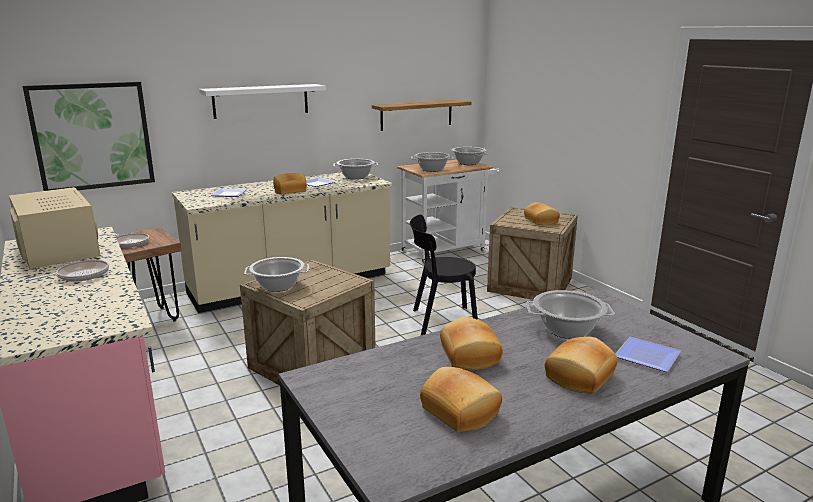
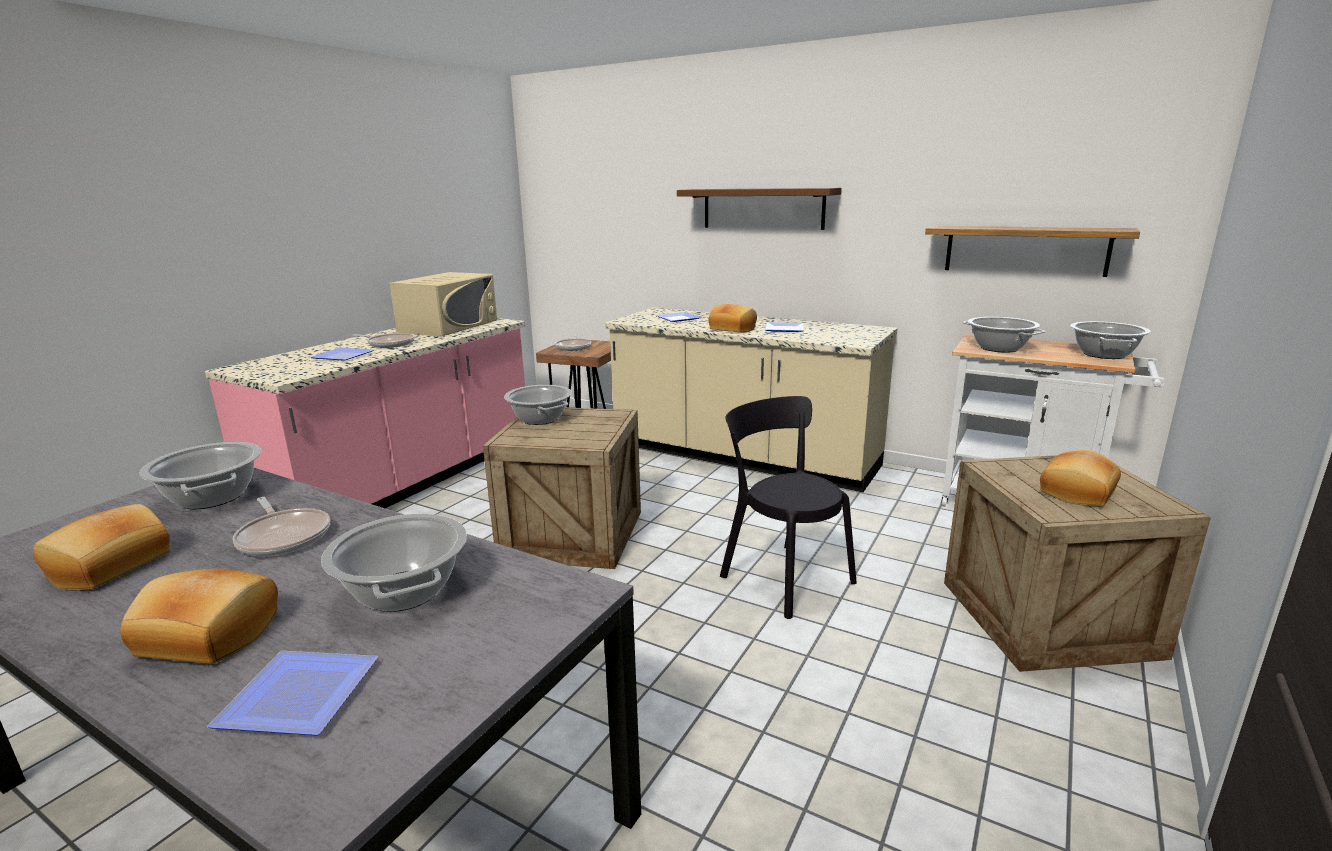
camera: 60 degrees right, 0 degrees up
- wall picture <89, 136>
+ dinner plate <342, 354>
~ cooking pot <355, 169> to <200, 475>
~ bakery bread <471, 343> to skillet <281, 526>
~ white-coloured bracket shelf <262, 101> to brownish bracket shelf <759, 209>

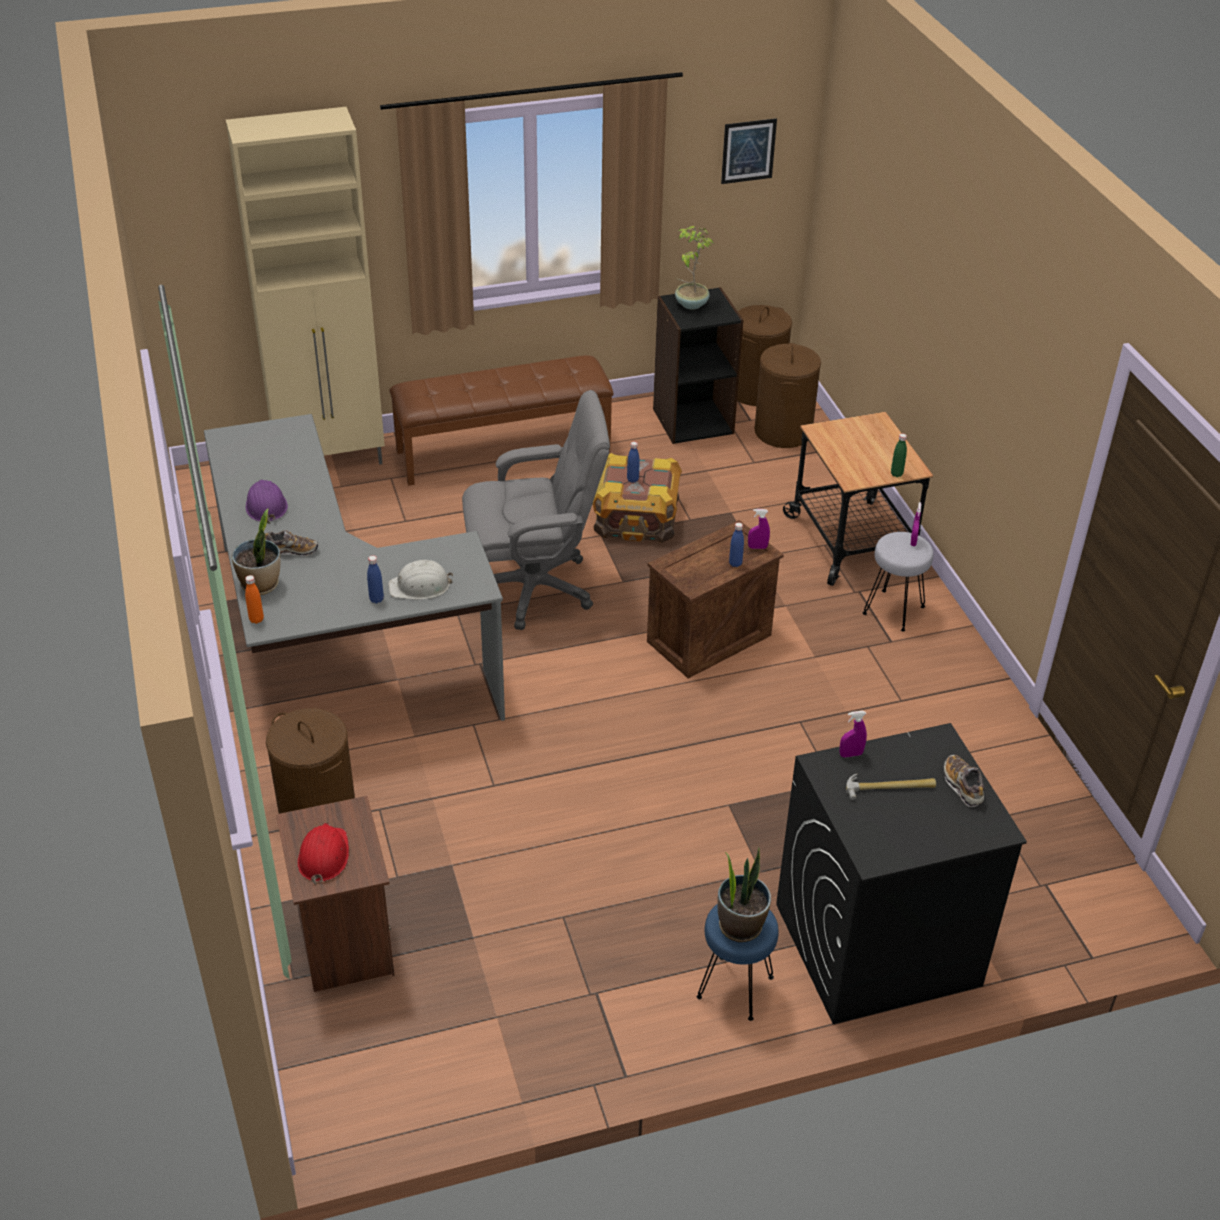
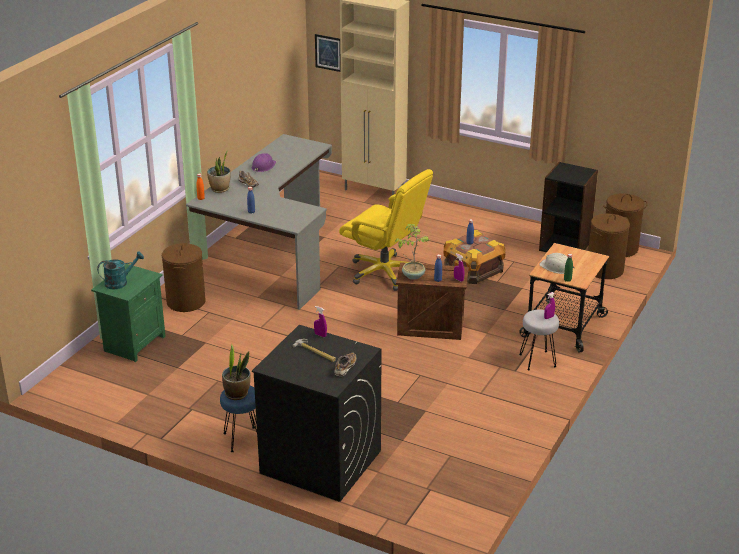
camera: 45 degrees right, 10 degrees down
- brownish long seat <501, 420>
~ white-coloured hard hat <420, 580> to <557, 263>
~ houseplant <694, 267> to <412, 252>
~ wall picture <749, 151> to <328, 53>
~ reddish hard hat <323, 854> to turquoise-coloured sprinkling can <120, 270>
~ brownish bedside table <335, 894> to greenish bedside table <128, 313>
~ greyish computer chair <536, 510> to yellowish computer chair <386, 230>

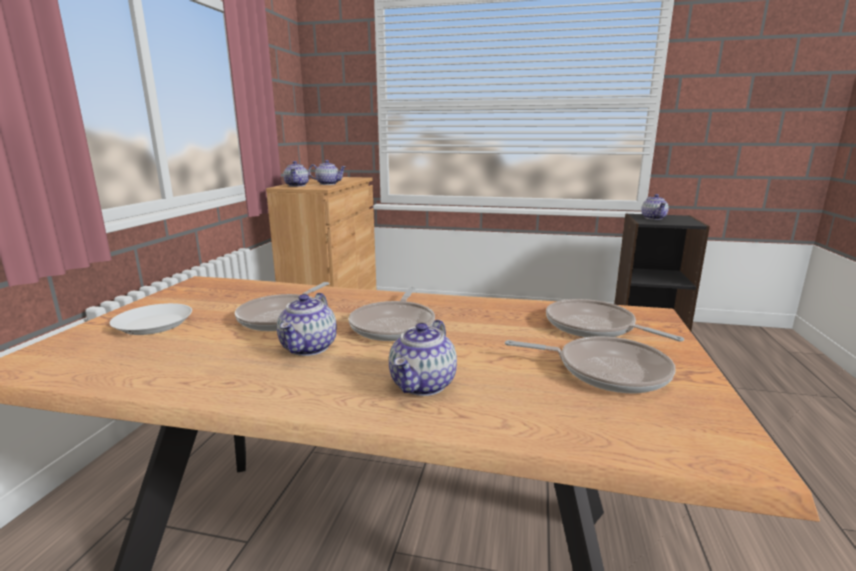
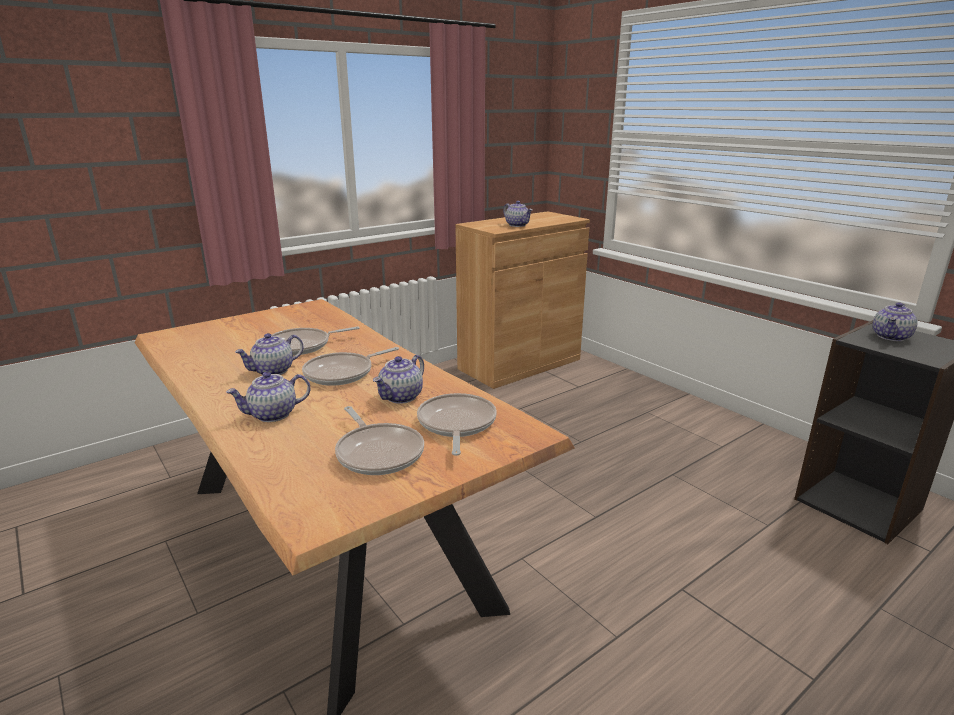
camera: 40 degrees right, 5 degrees up
- white-coloured dinner plate <151, 319>
~ teapot <296, 174> to <398, 379>

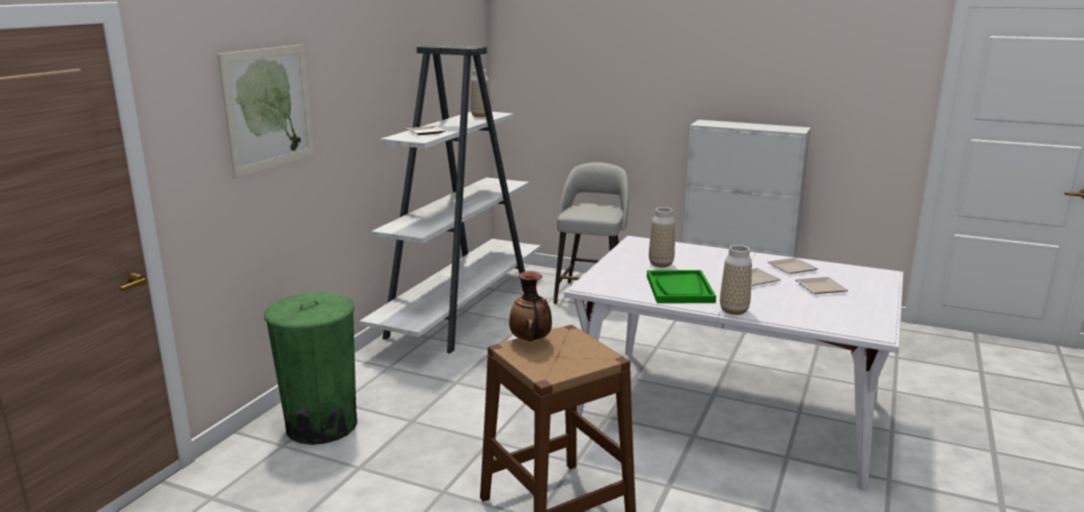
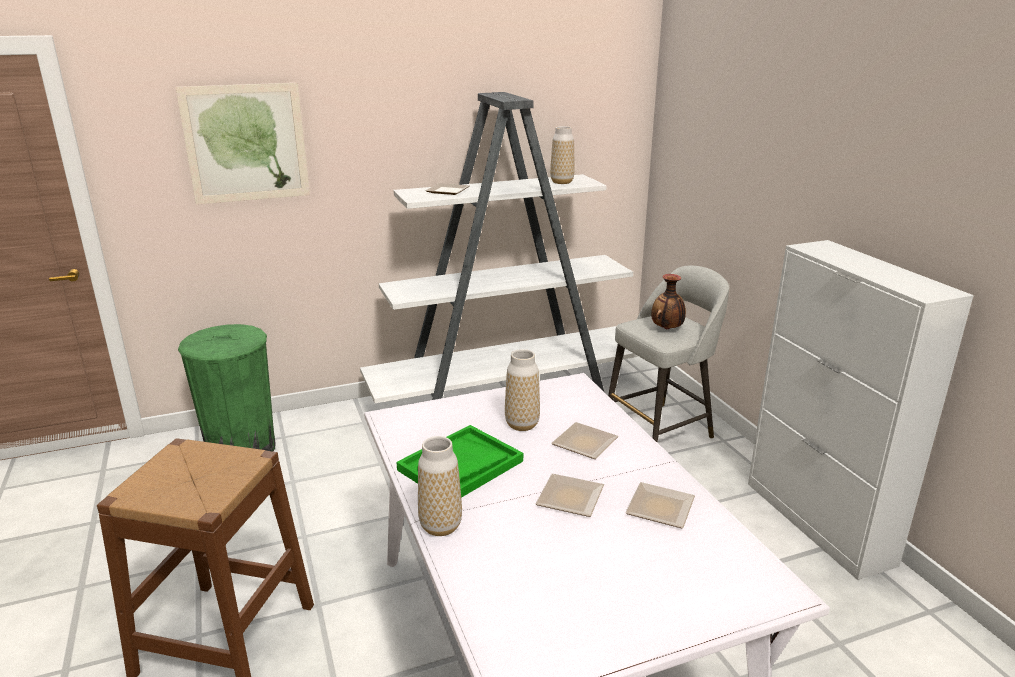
camera: 45 degrees right, 5 degrees up
~ flower vase <530, 306> to <668, 301>
~ dinner plate <821, 285> to <585, 440>

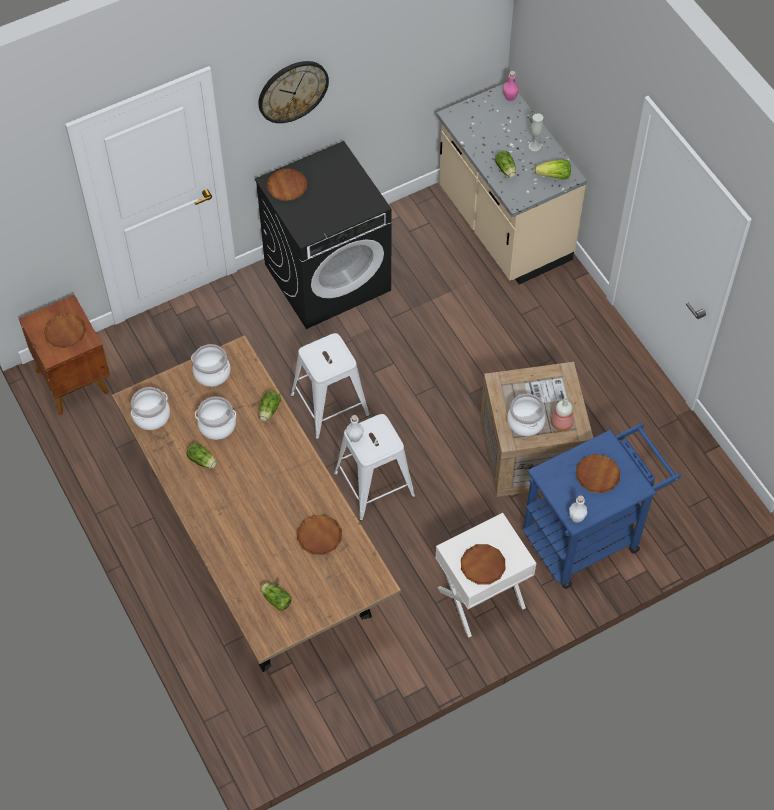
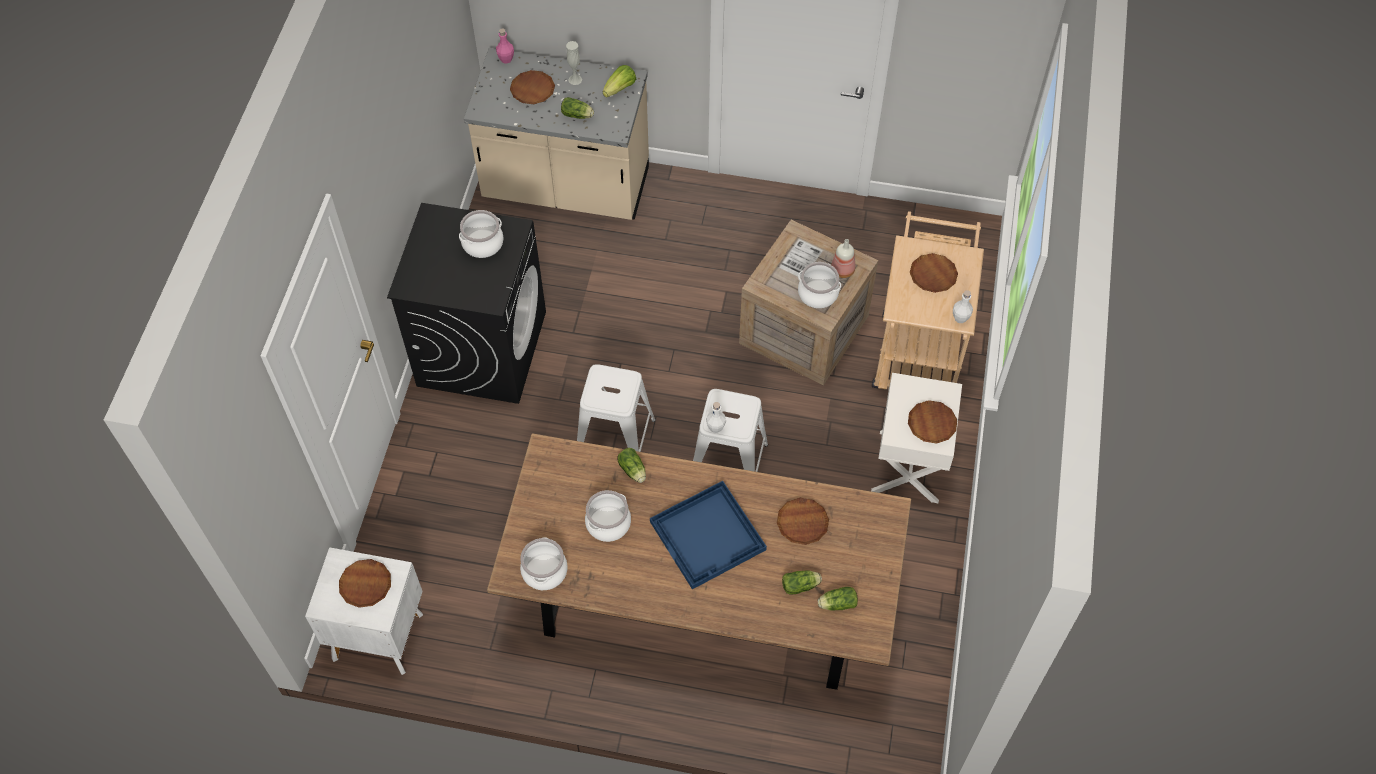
camera: 50 degrees left, 0 degrees up
- hanging clock <293, 92>
+ blue tray <708, 535>
~ lettuce head <202, 456> to <802, 582>
~ cooking pot <211, 365> to <481, 234>
~ brownish dinner plate <287, 185> to <532, 87>
~ brownish bedside table <64, 355> to white-coloured bedside table <364, 611>
~ blue trolley <601, 506> to sand-coloured trolley <928, 300>

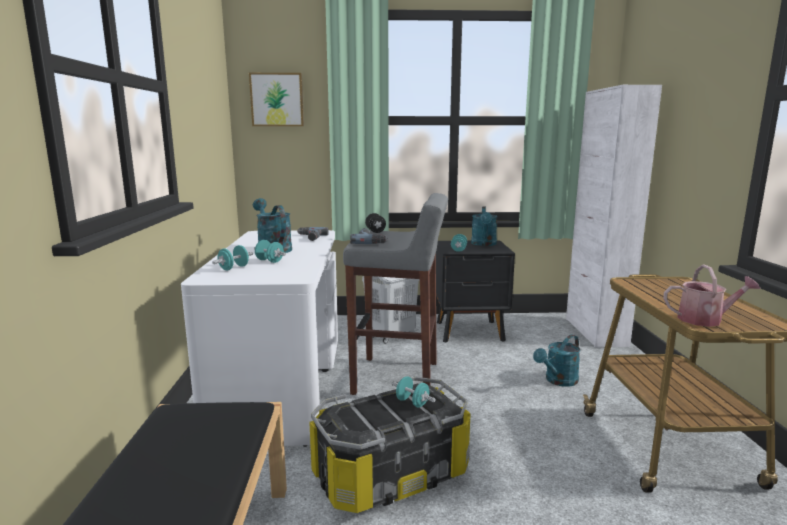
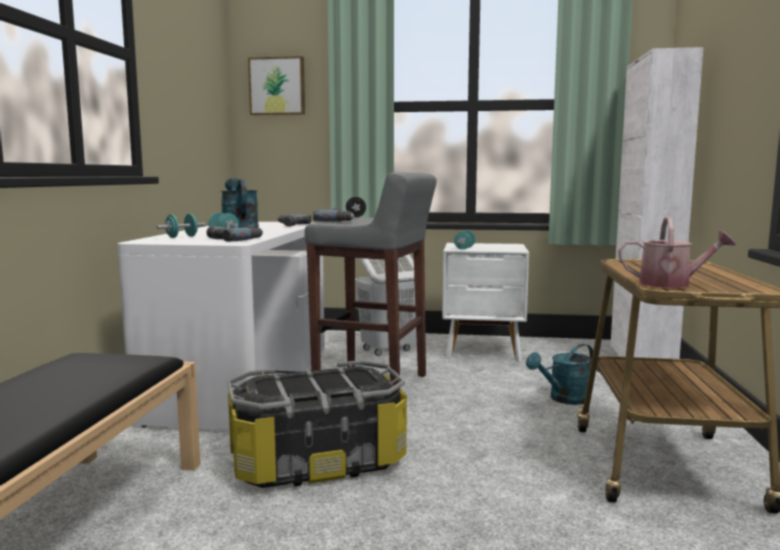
camera: 10 degrees right, 5 degrees down
- turquoise-coloured free weight <414, 392>
- turquoise-coloured sprinkling can <484, 226>
+ power drill <235, 234>
~ black-coloured bedside table <475, 291> to white-coloured bedside table <485, 302>

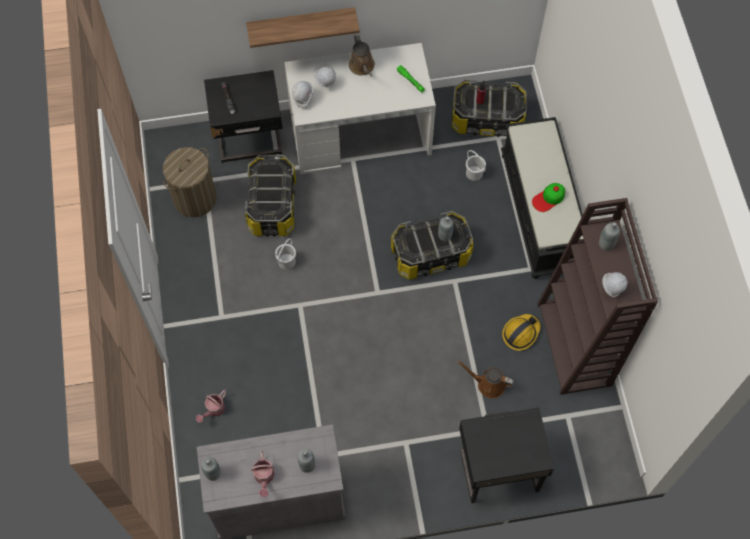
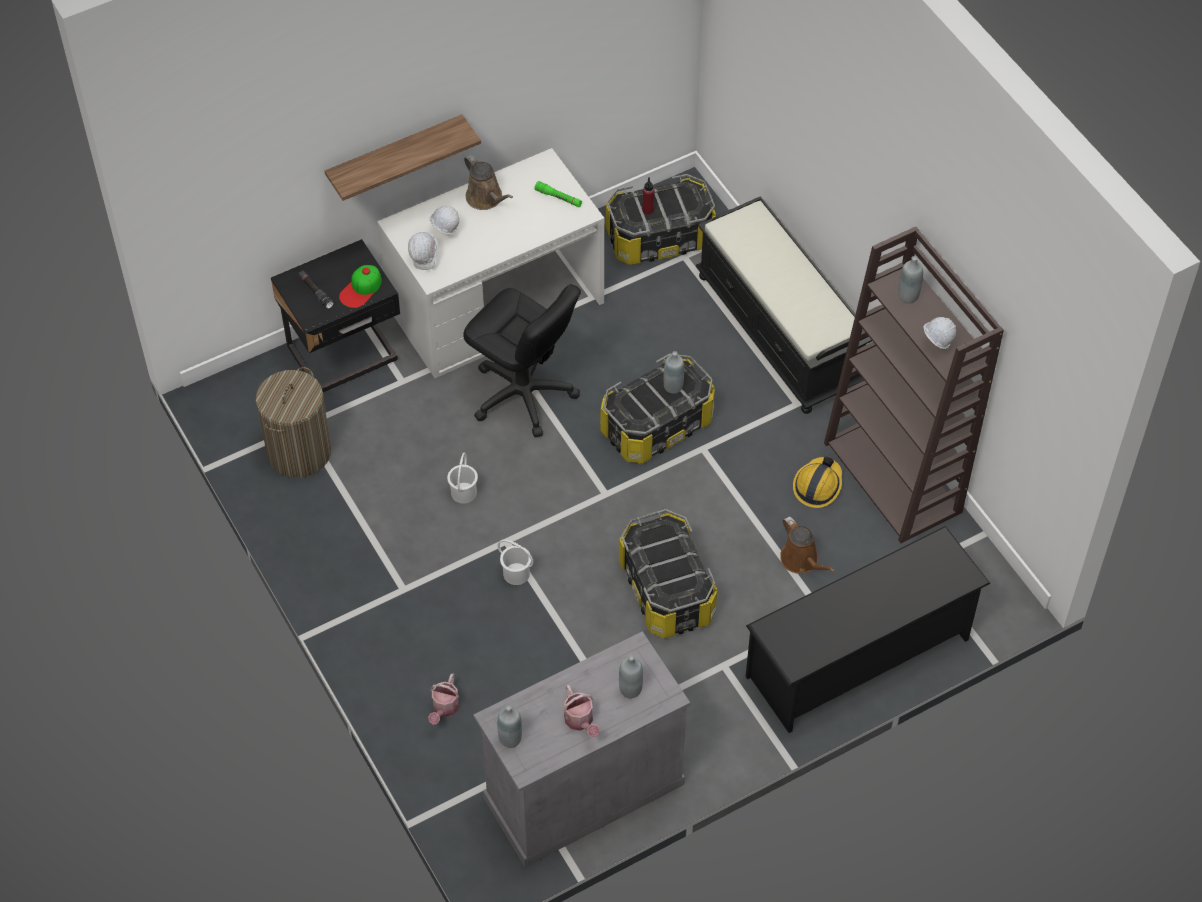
camera: 20 degrees left, 10 degrees down
+ black-coloured computer chair <522, 360>
~ storage container <270, 195> to <668, 573>
~ white-coloured bucket <476, 165> to <515, 562>
~ peaked cap <548, 197> to <360, 286>
~ black-coloured bedside table <506, 455> to black-coloured shoe stand <868, 629>
~ brownish sprinkling can <485, 379> = <807, 545> 120 degrees counterclockwise

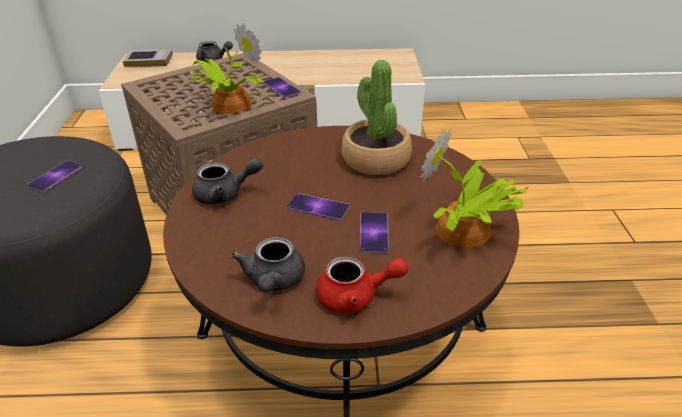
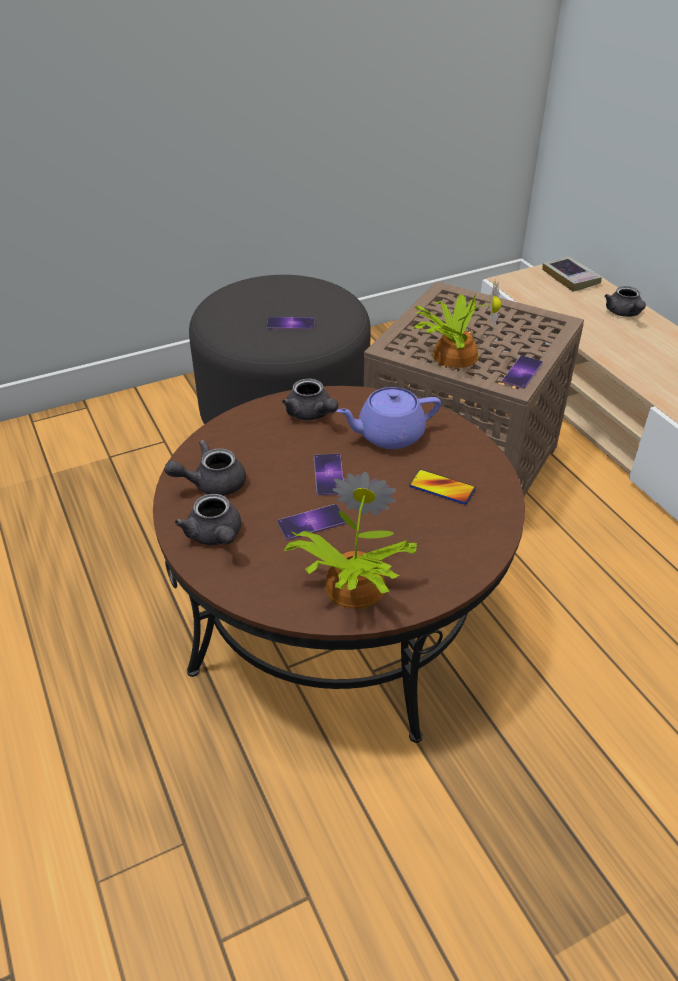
camera: 65 degrees right, 5 degrees up
+ purple-coloured teapot <388, 418>
~ houseplant <377, 117> to phone <442, 487>
~ reddish teapot <362, 285> to greyish teapot <208, 519>

